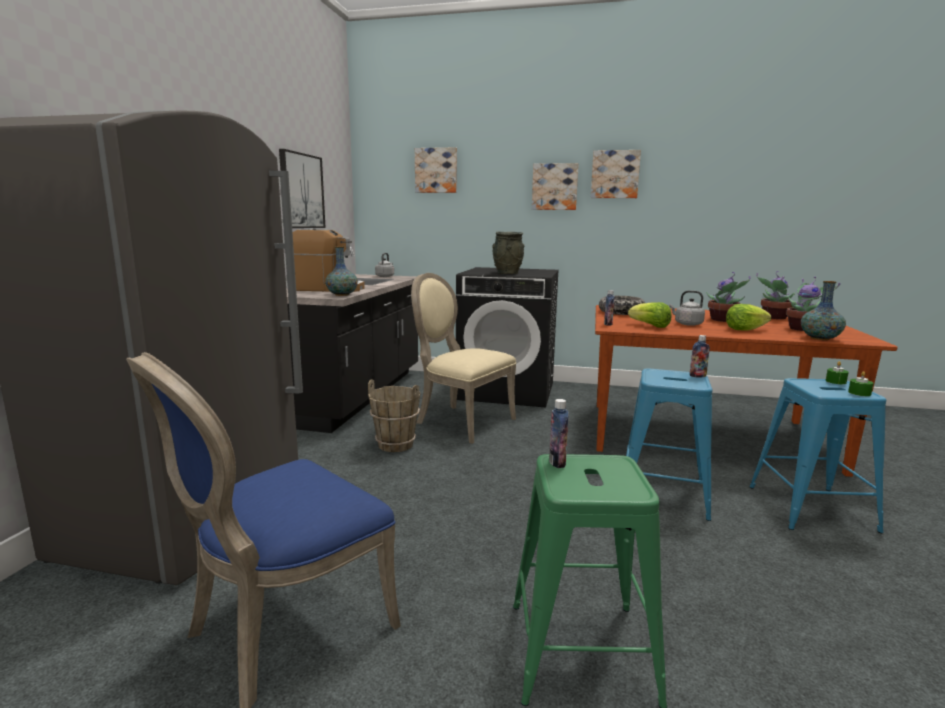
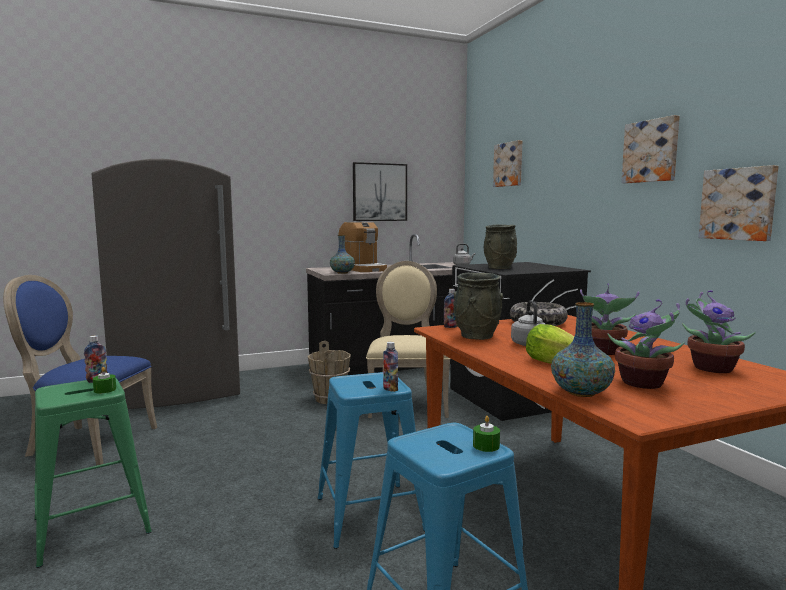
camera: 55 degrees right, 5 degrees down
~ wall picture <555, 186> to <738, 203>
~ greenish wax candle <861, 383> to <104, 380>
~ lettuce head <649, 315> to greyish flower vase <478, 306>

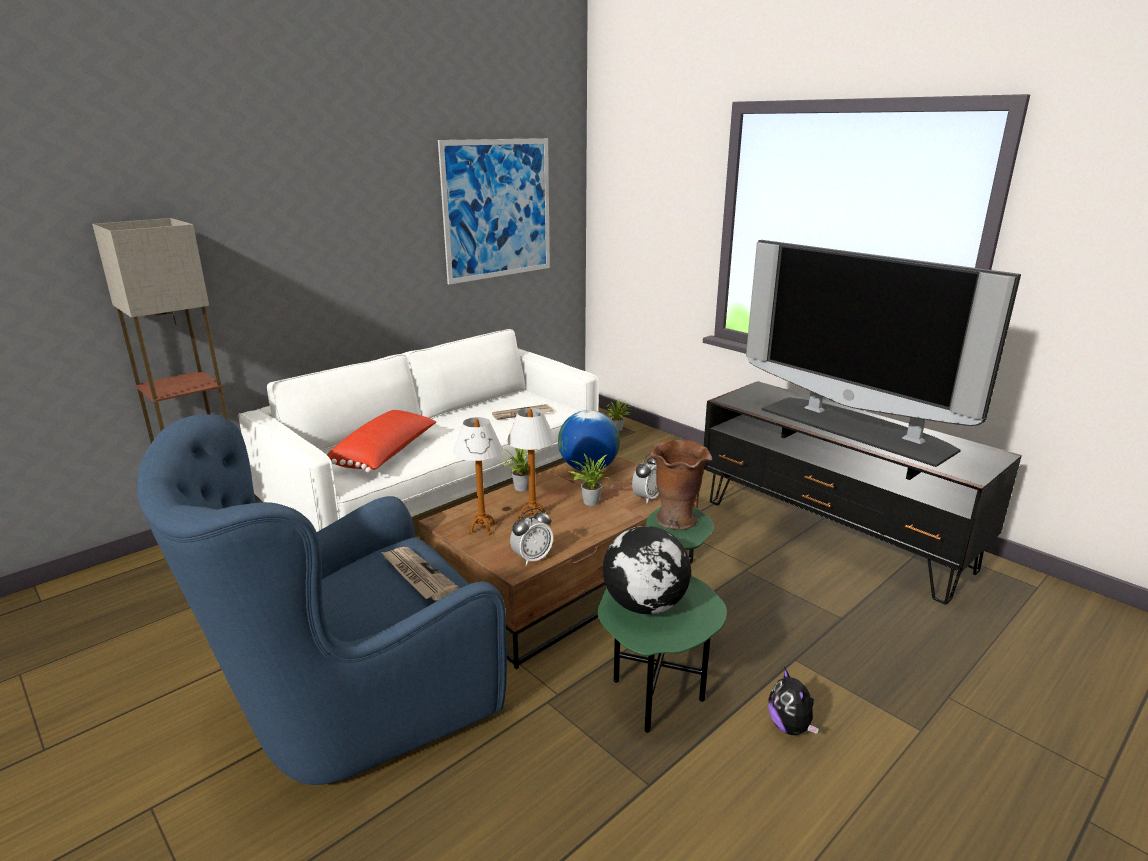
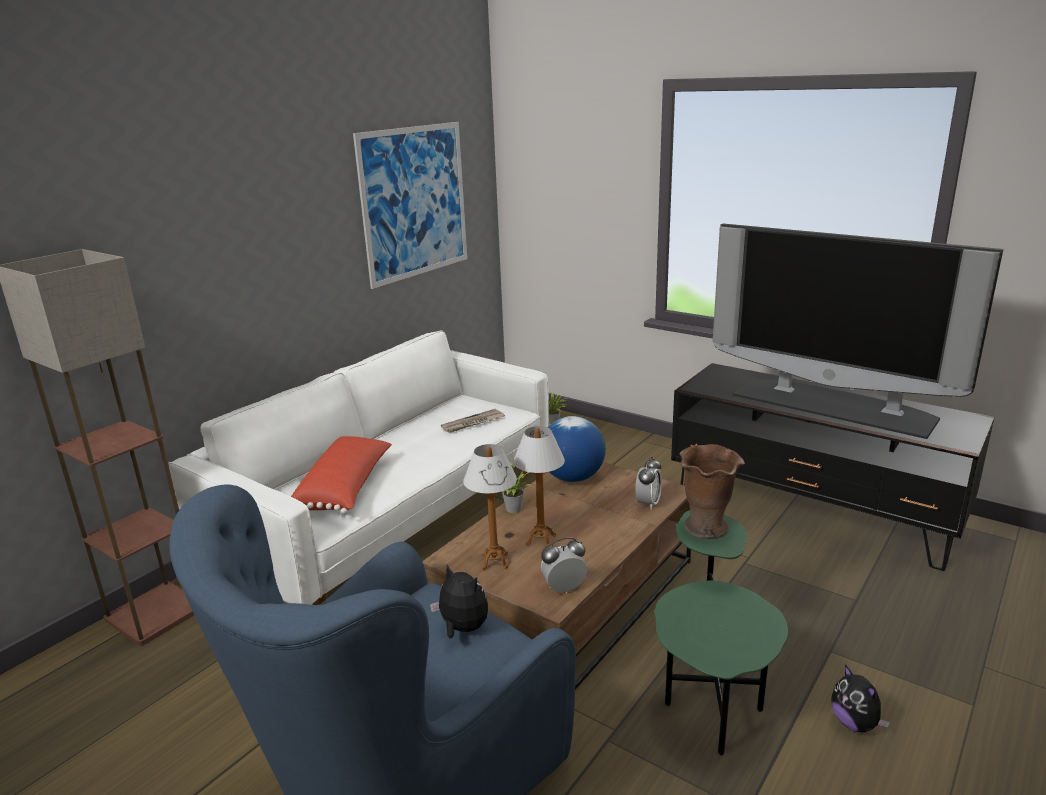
camera: 10 degrees left, 0 degrees up
- houseplant <589, 480>
- globe <647, 570>
~ printed paper <420, 573> to plush toy <459, 602>
~ bedside clock <531, 537> = <564, 565> 150 degrees counterclockwise

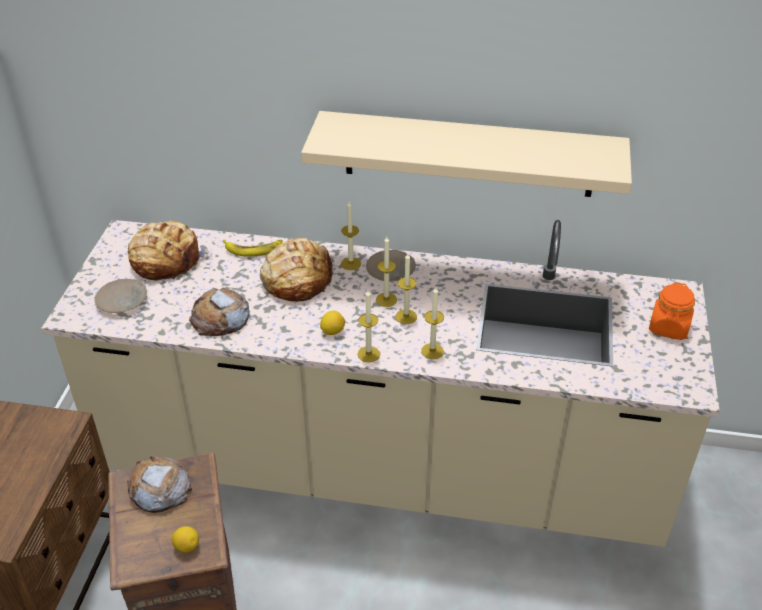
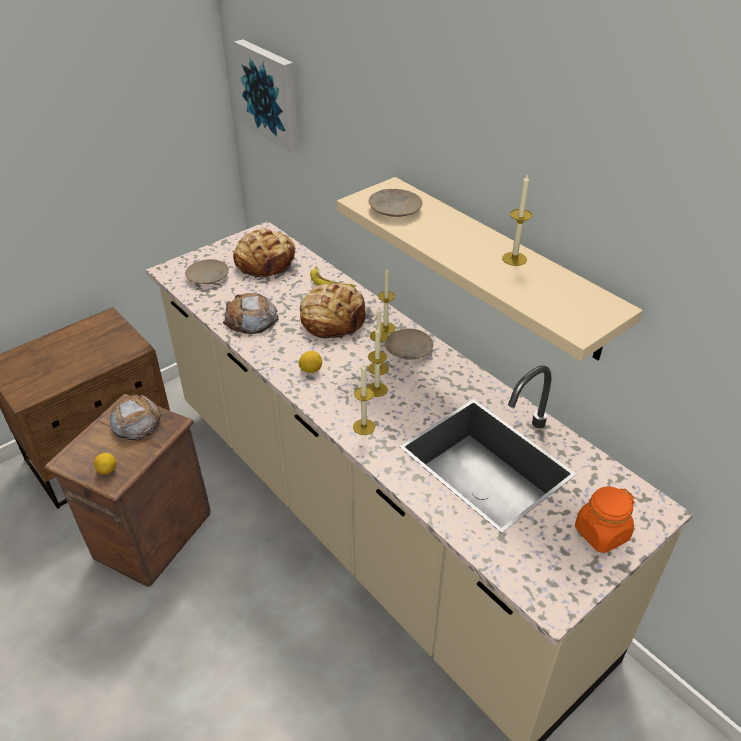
camera: 40 degrees right, 0 degrees up
+ wall picture <266, 95>
+ sand-coloured dinner plate <396, 203>
~ wax candle <368, 326> to <517, 220>

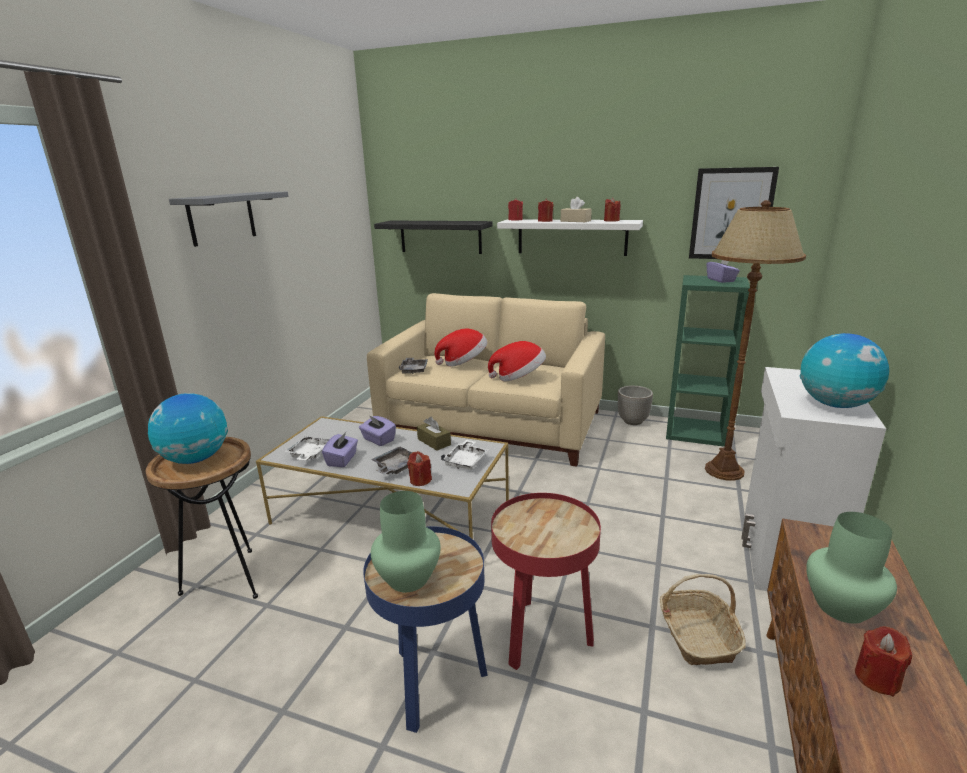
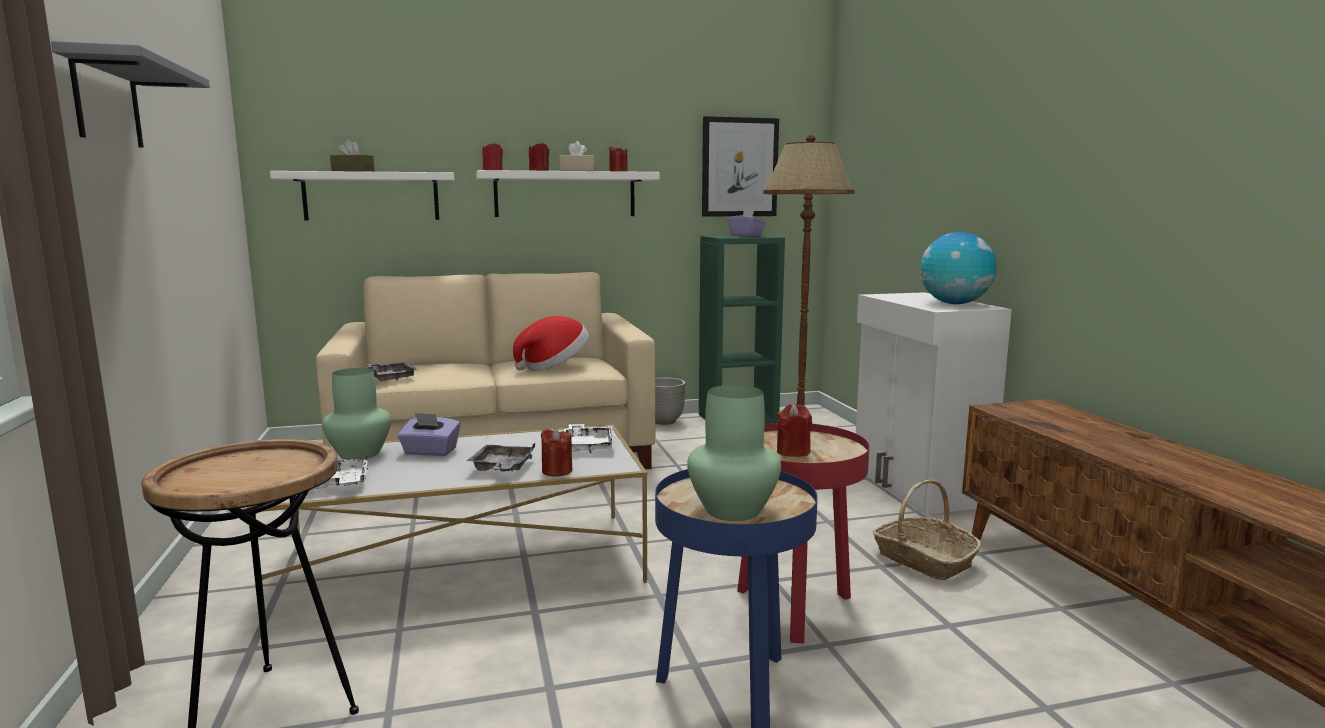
camera: 35 degrees left, 10 degrees down
- globe <188, 428>
- purple-coloured box of tissues <340, 449>
- hat <461, 347>
~ brownish box of tissues <434, 434> to <352, 155>
~ greenish flower vase <851, 568> to <356, 414>
~ reddish wax candle <883, 661> to <794, 430>
~ black-coloured bracket shelf <433, 237> to white-coloured bracket shelf <362, 196>

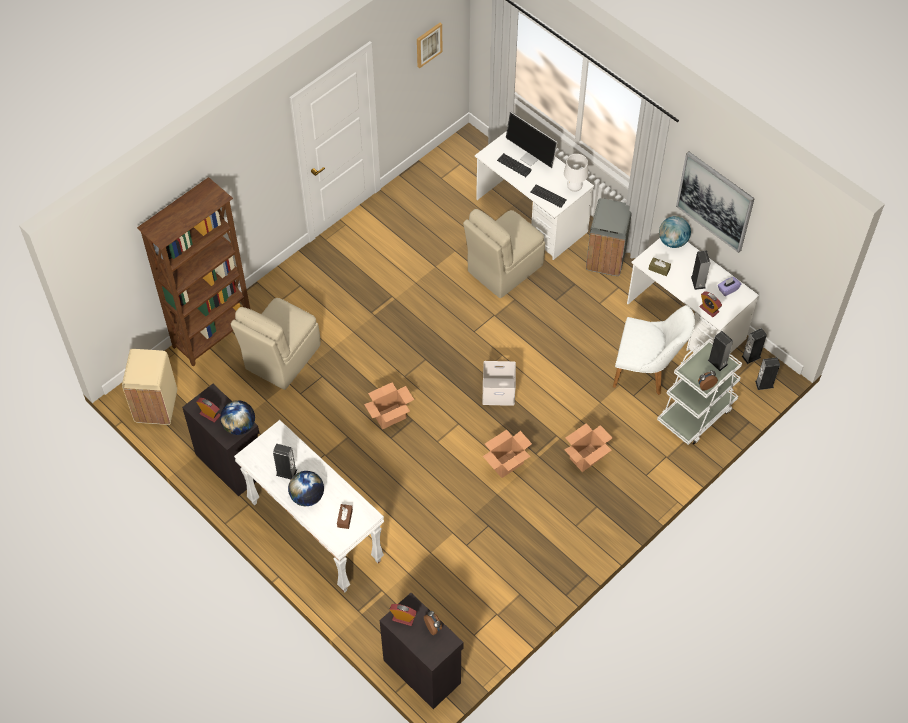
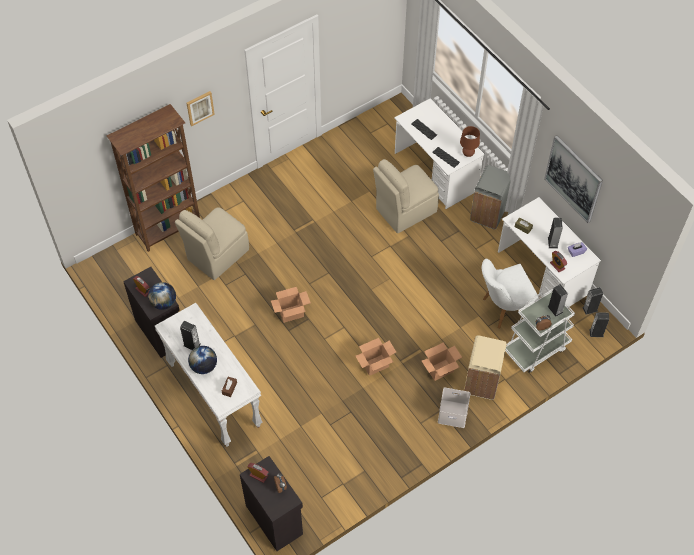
camera: 10 degrees right, 0 degrees up
- monitor <531, 140>
- globe <675, 232>
~ sand-coloured waste bin <149, 387> to <485, 367>
~ wall picture <429, 45> to <201, 108>
~ white-coloured storage container <499, 383> to <454, 407>
~ white-coloured lamp for a table <576, 173> to brownish lamp for a table <470, 141>
~ white-coloured chair <654, 350> = <511, 294> 135 degrees clockwise

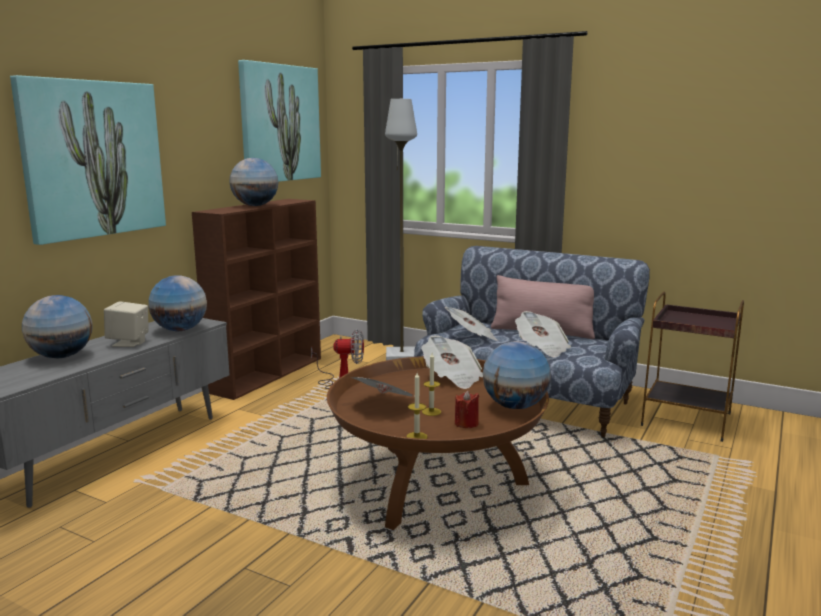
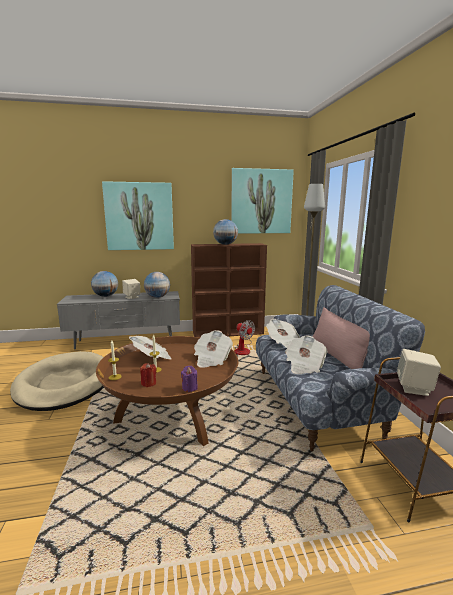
camera: 50 degrees right, 0 degrees up
+ sand-coloured dog bed <57, 381>
+ sand-coloured audio speaker <419, 372>
~ globe <517, 375> to purple-coloured wax candle <189, 379>

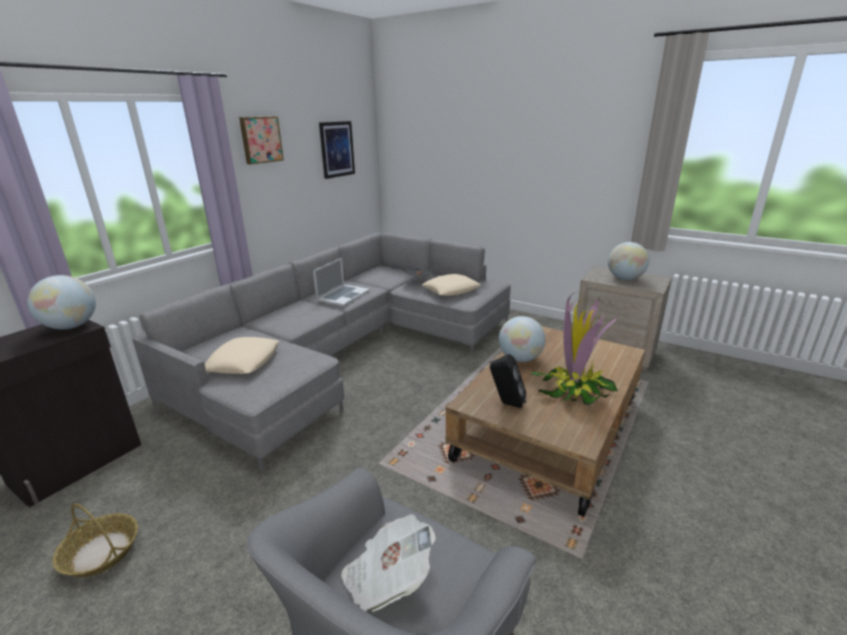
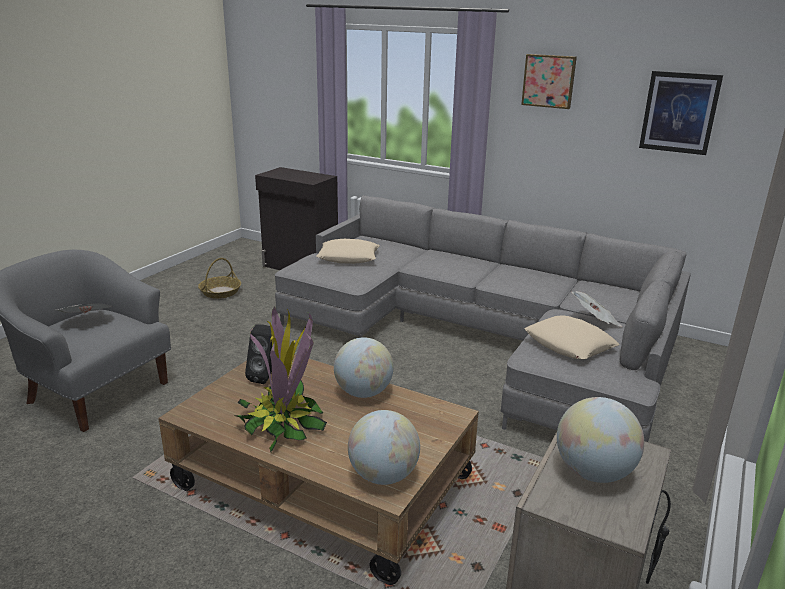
camera: 85 degrees right, 0 degrees up
- portable computer <341, 282>
~ globe <61, 302> to <384, 447>

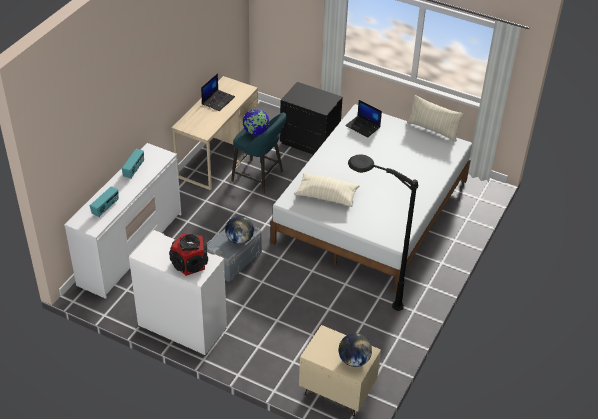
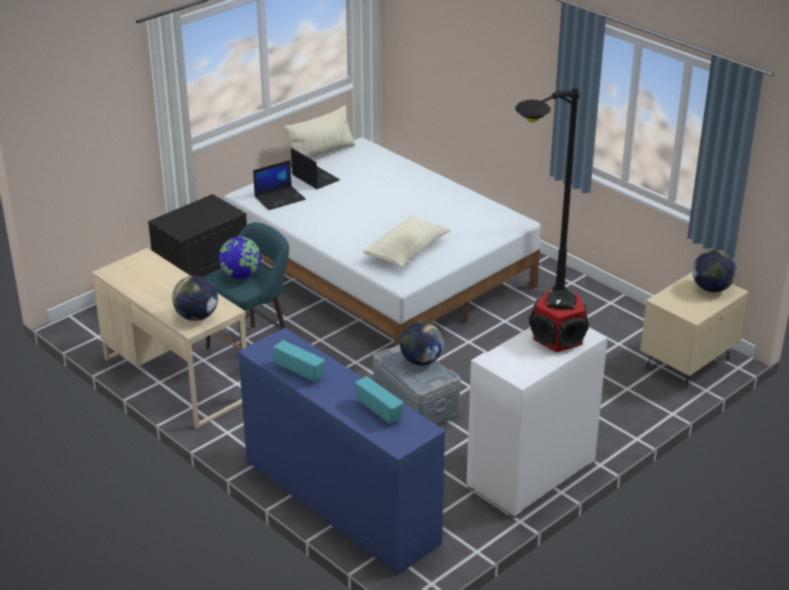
camera: 70 degrees left, 10 degrees down
+ globe <195, 298>
~ portable computer <218, 92> to <315, 168>
~ white-coloured drawer chest <122, 221> to blue drawer chest <342, 451>

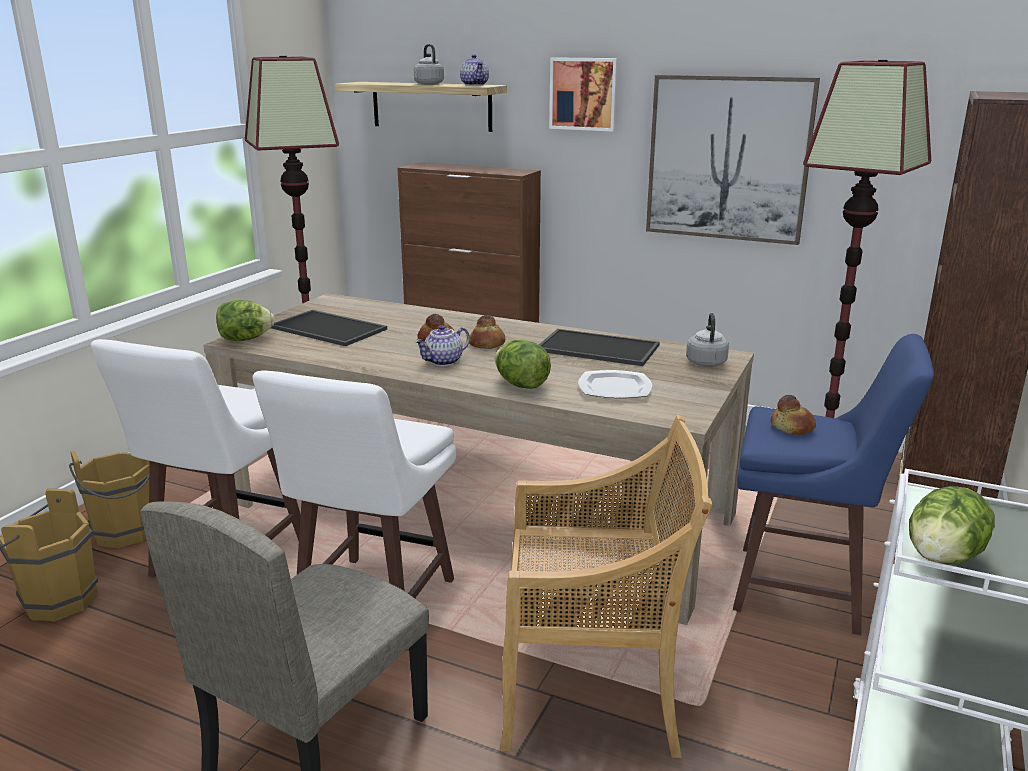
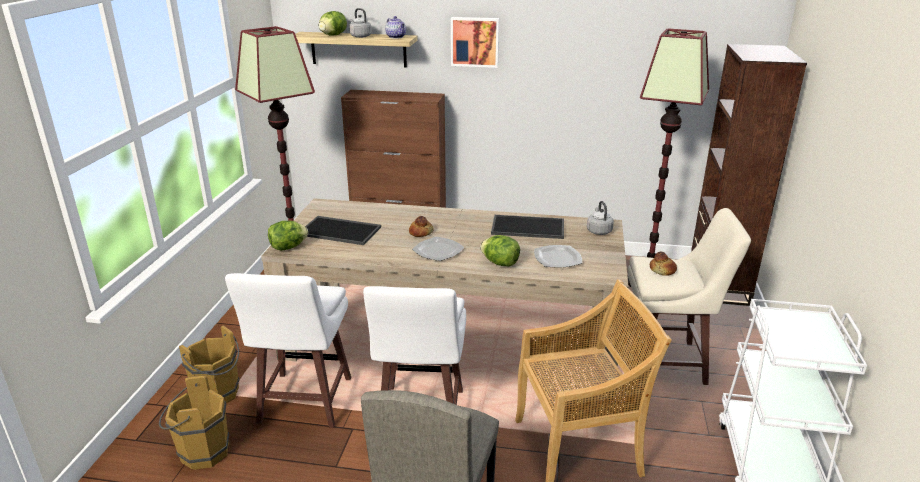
camera: 15 degrees left, 5 degrees up
- bakery bread <487, 332>
- wall picture <733, 160>
~ lettuce head <952, 525> to <333, 23>
~ teapot <442, 345> to dinner plate <438, 249>
~ blue sitting stool <833, 484> to sand-coloured sitting stool <689, 296>

